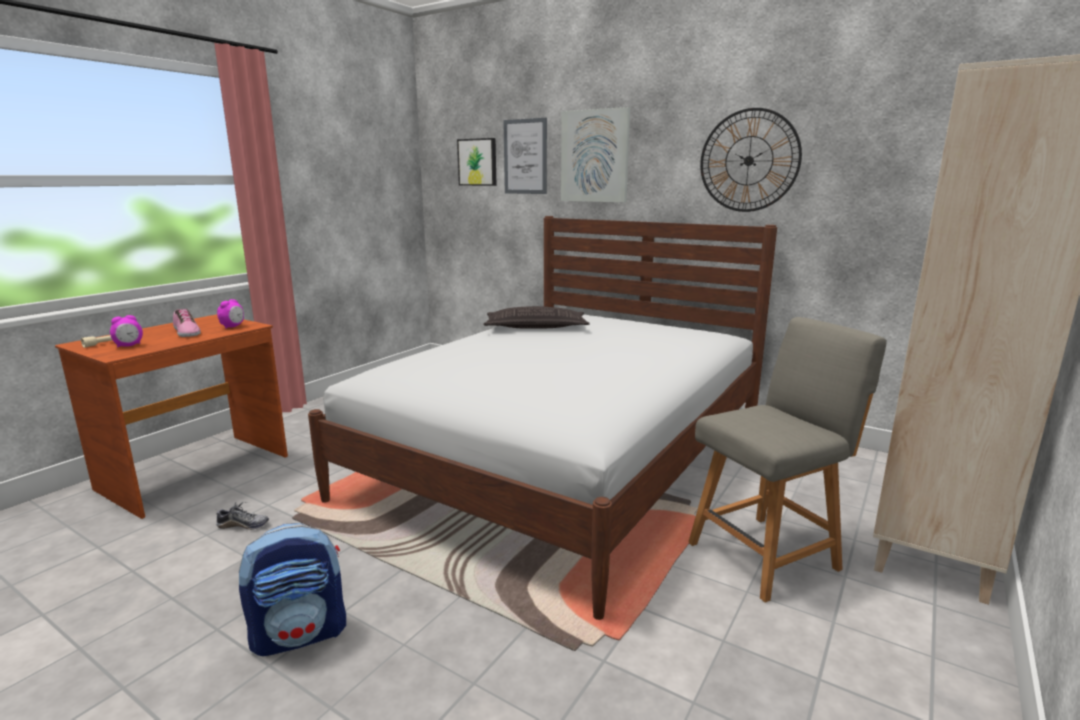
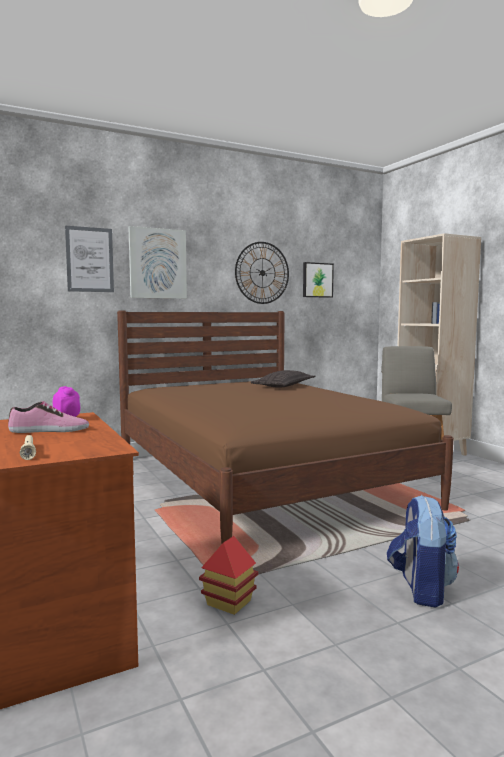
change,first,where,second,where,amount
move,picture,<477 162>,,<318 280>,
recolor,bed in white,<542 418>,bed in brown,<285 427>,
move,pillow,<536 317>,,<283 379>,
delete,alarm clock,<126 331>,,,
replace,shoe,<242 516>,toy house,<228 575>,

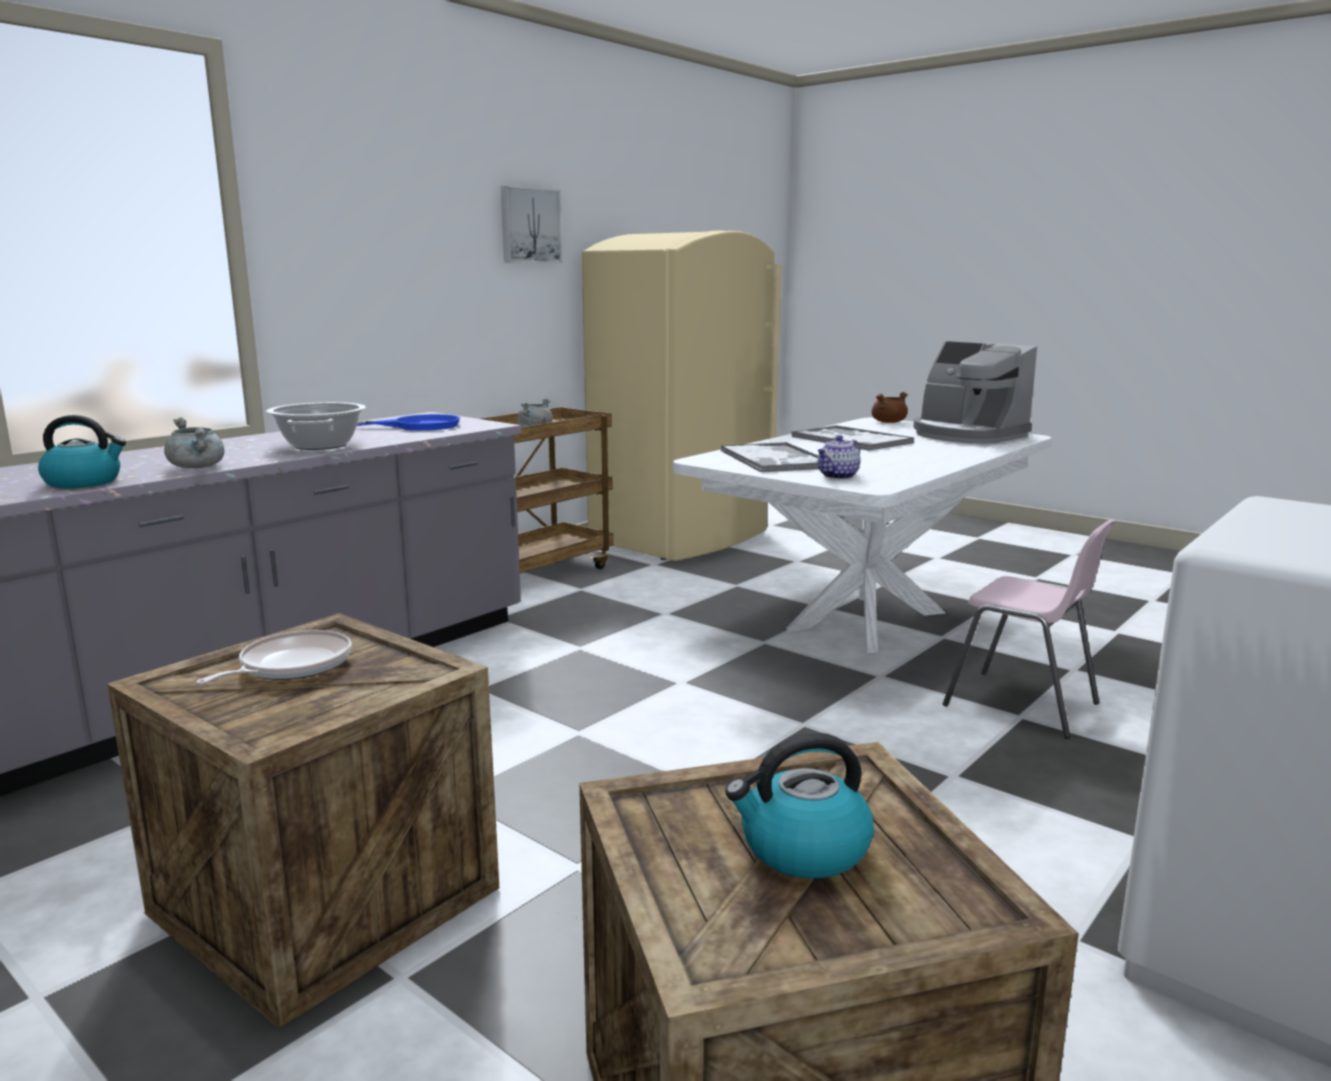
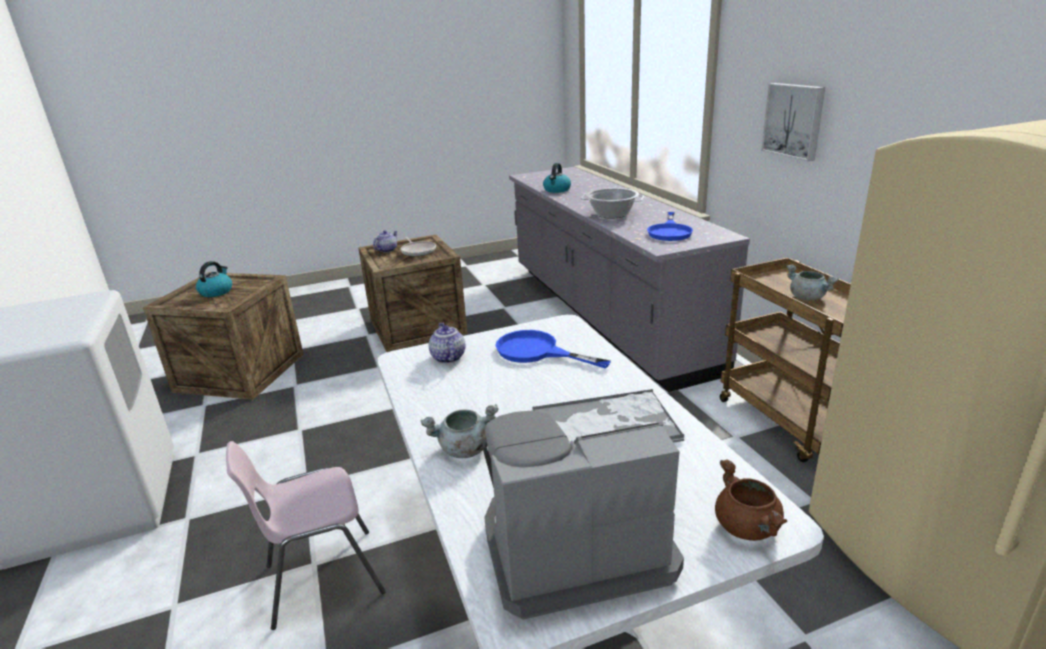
change,first,where,second,where,amount
move,picture,<531 224>,,<793 122>,
move,cooking pot in grey,<194 443>,,<460 431>,
replace,tray,<770 457>,frying pan in blue,<553 349>,
insert,,,teapot,<385 241>,

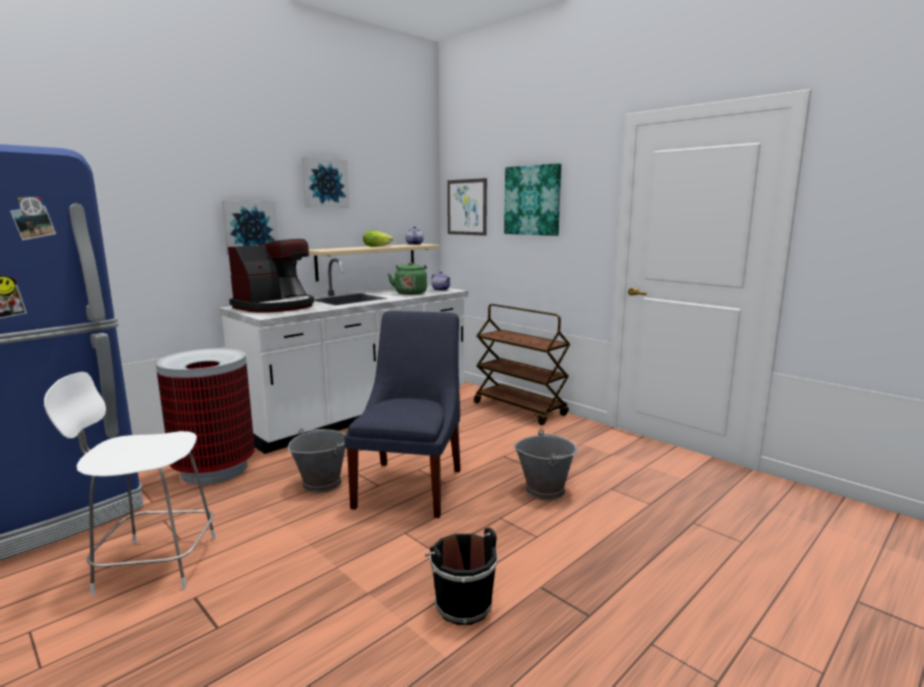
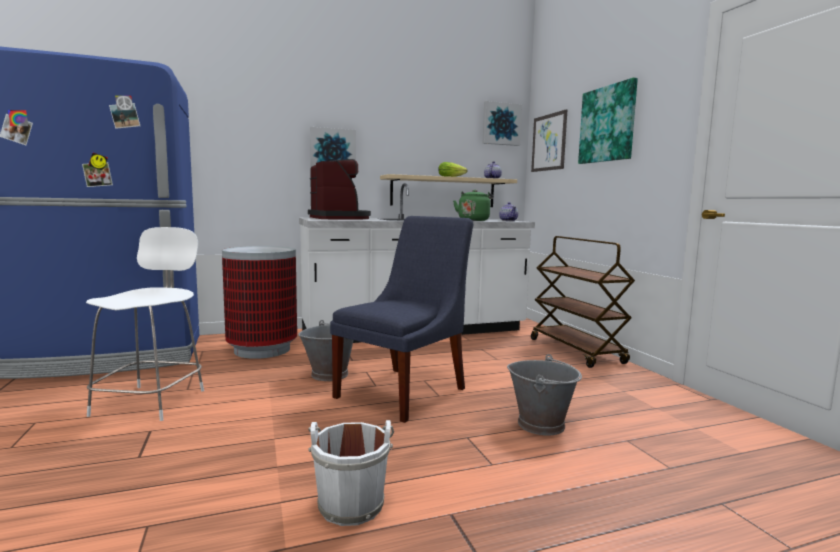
change,first,where,second,where,amount
move,picture,<325 182>,,<502 123>,
rotate,coffee machine,<271 276>,,<339 189>,90 degrees counterclockwise
rotate,chair in white,<130 483>,,<145 324>,75 degrees clockwise
recolor,bucket in black,<461 576>,bucket in white,<351 473>,

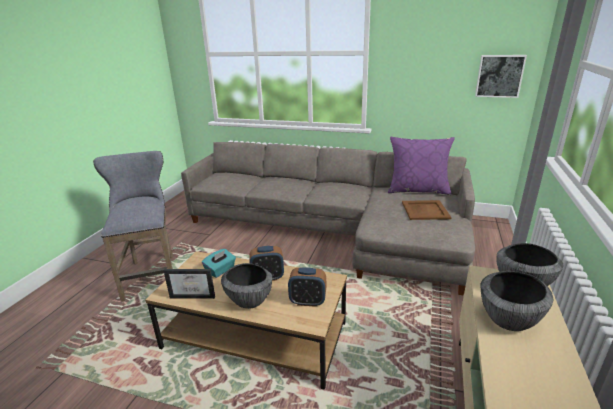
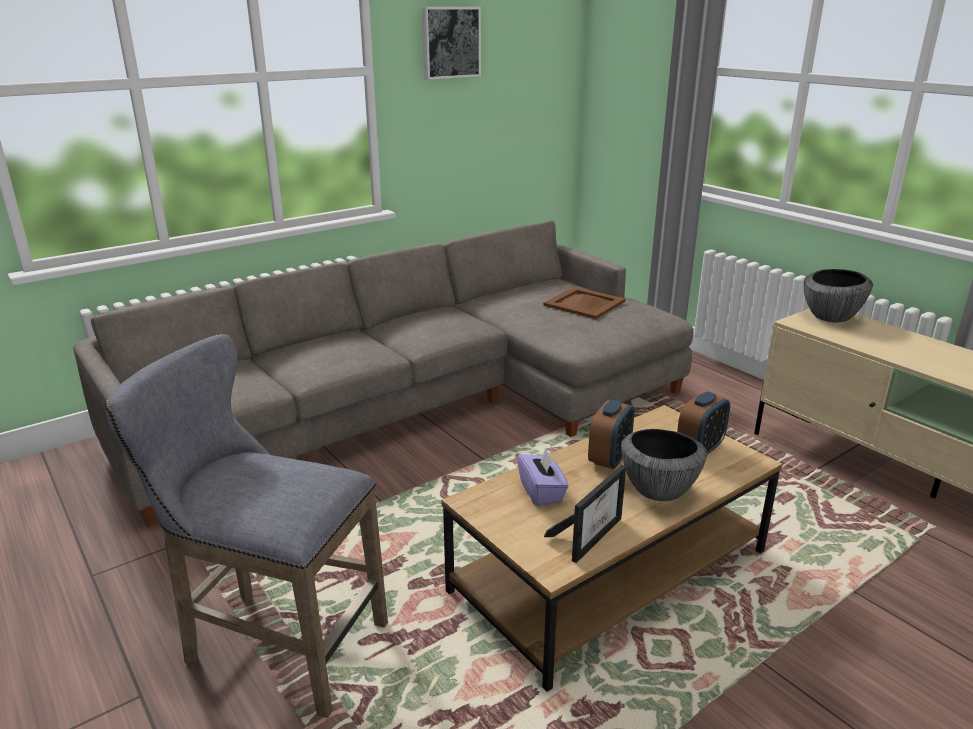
change,first,where,second,where,amount
move,picture,<501 76>,,<451 43>,
delete,pillow in purple,<421 166>,,,
recolor,tissue box in turquoise,<219 263>,tissue box in purple,<543 477>,
delete,bowl,<517 301>,,,

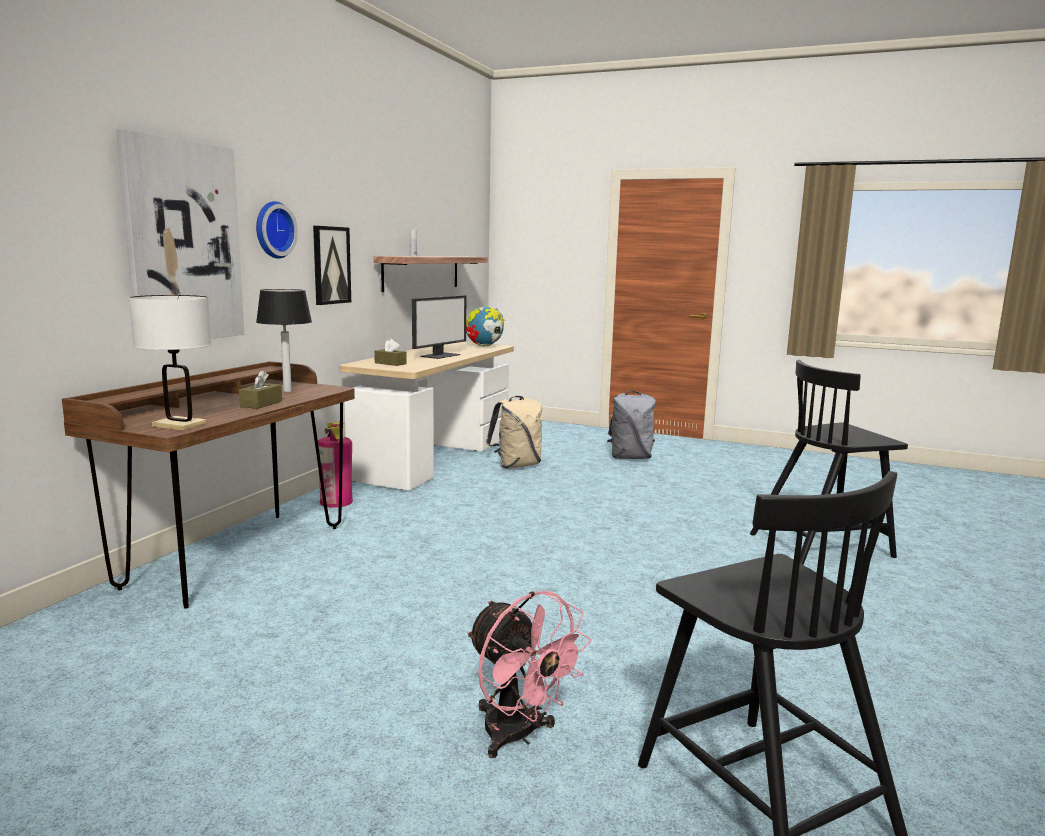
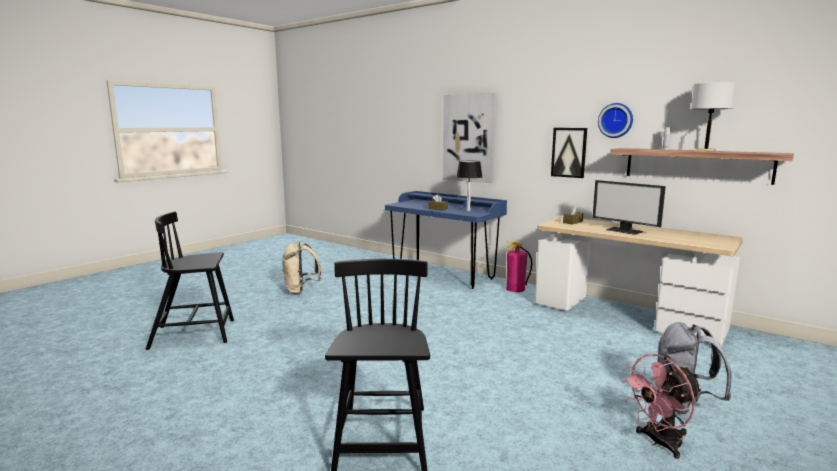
change,first,where,second,where,amount
move,wall clock,<277 230>,,<615 120>,
move,table lamp in white,<170 362>,,<713 117>,
delete,globe,<485 326>,,,
recolor,desk in brown,<208 485>,desk in blue,<446 240>,
move,backpack in beige,<514 432>,,<302 268>,
move,fan in pink,<529 674>,,<661 406>,

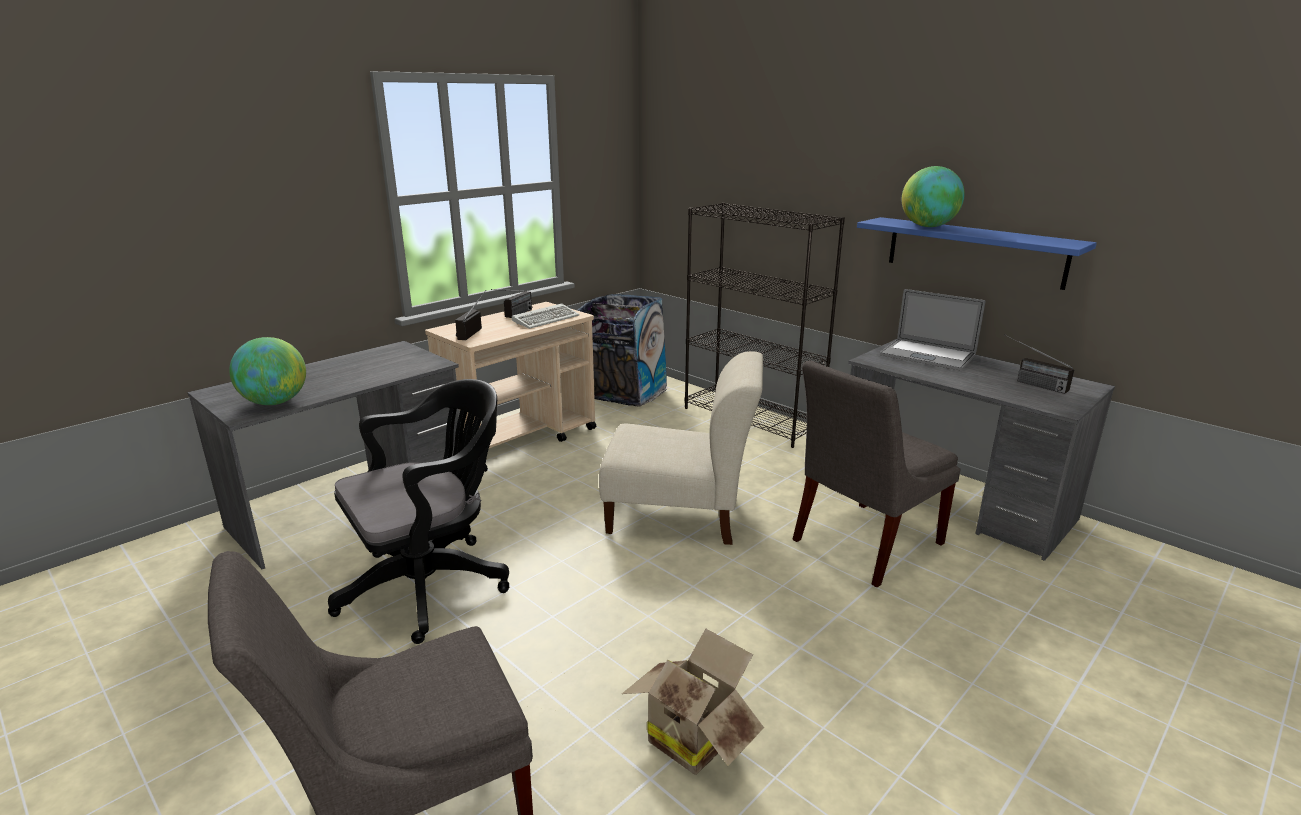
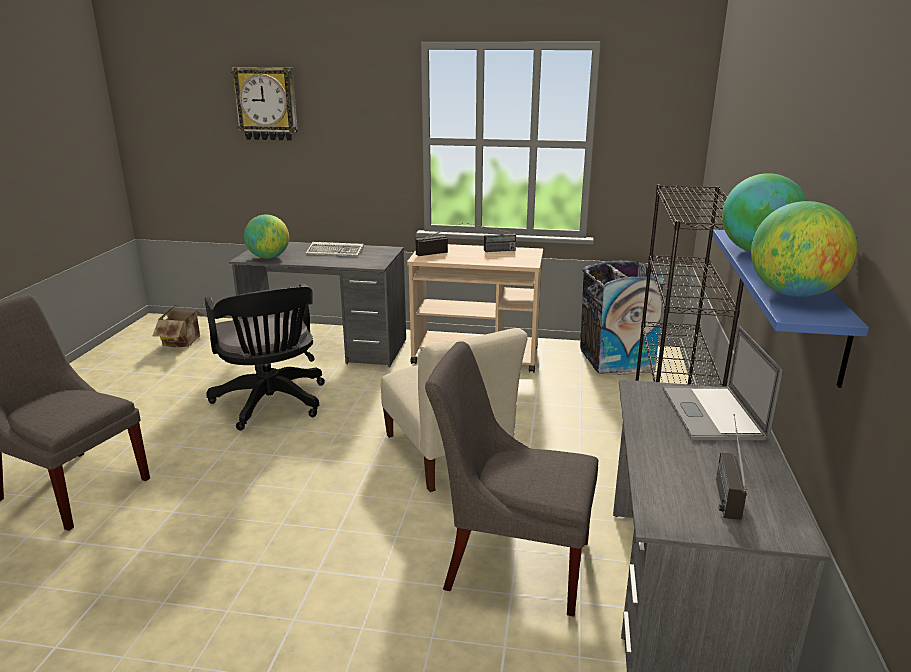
change,first,where,second,where,amount
move,keyboard,<545 316>,,<334 249>,
rotate,office chair in black,<418 511>,,<265 356>,45 degrees clockwise
move,cardboard box,<693 702>,,<179 324>,
insert,,,wall clock,<264 104>,
insert,,,globe,<804 249>,

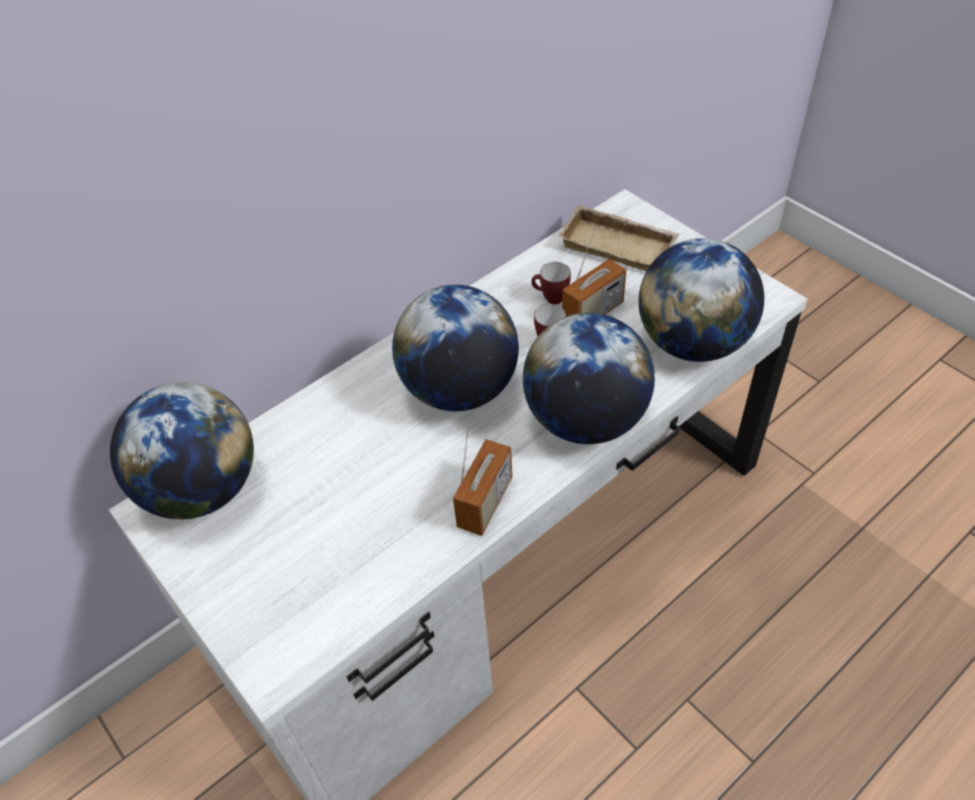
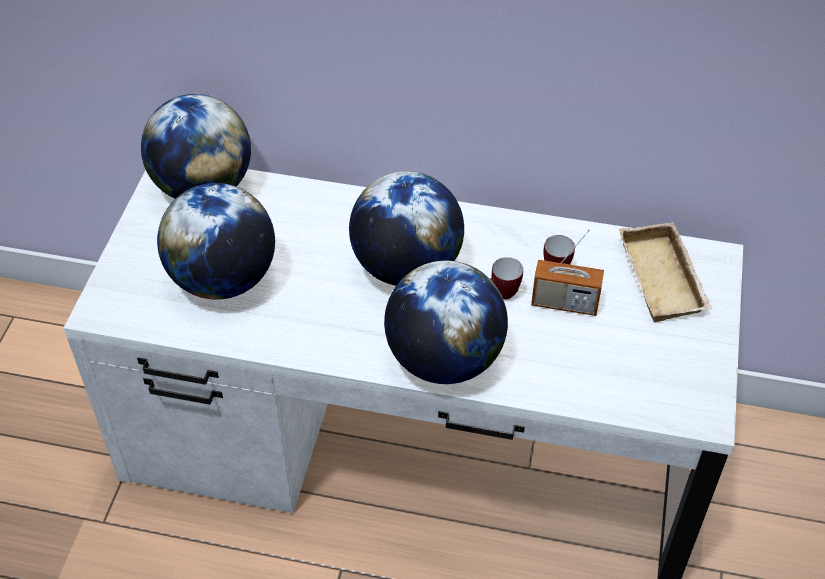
change,first,where,second,where,amount
move,globe,<701 300>,,<216 241>,
delete,radio,<482 477>,,,

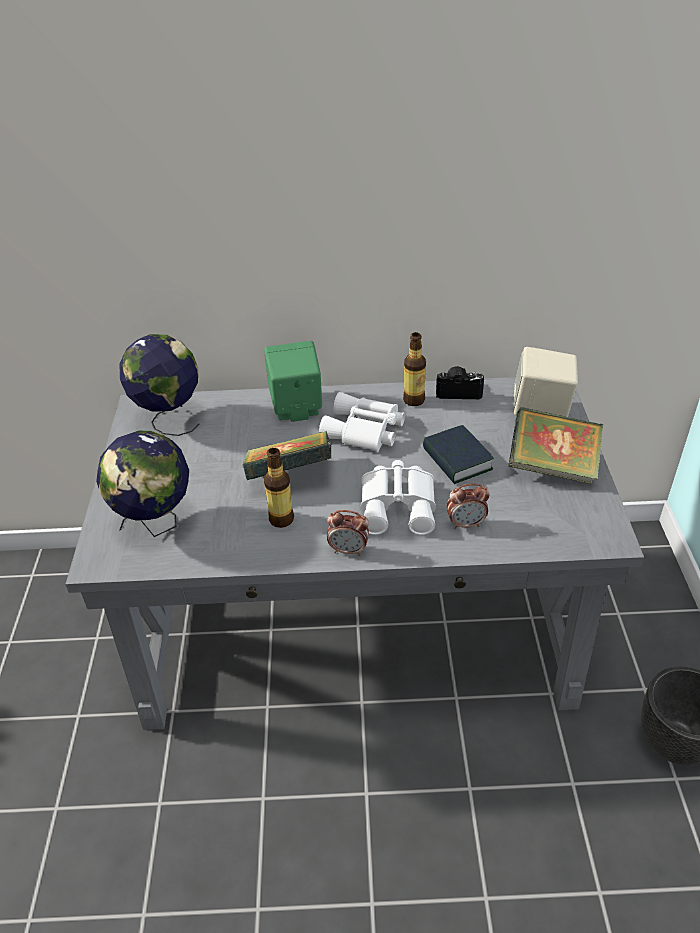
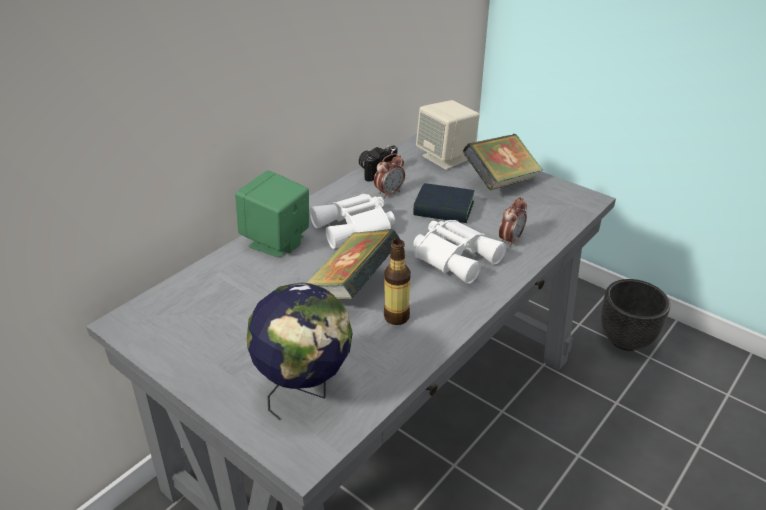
change,first,where,second,where,amount
delete,bottle,<414 369>,,,
delete,globe,<160 385>,,,
move,alarm clock,<348 533>,,<389 175>,

